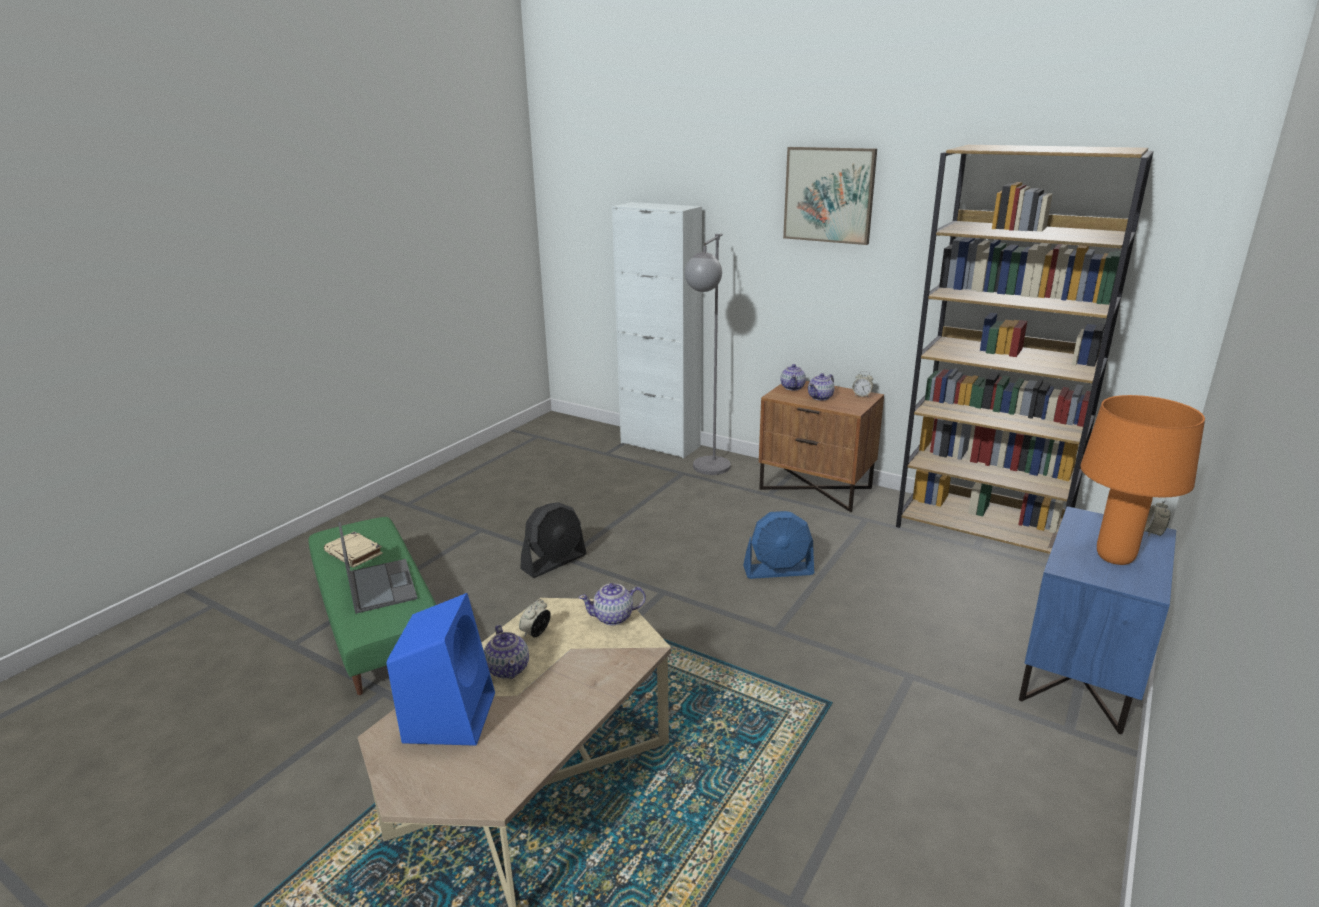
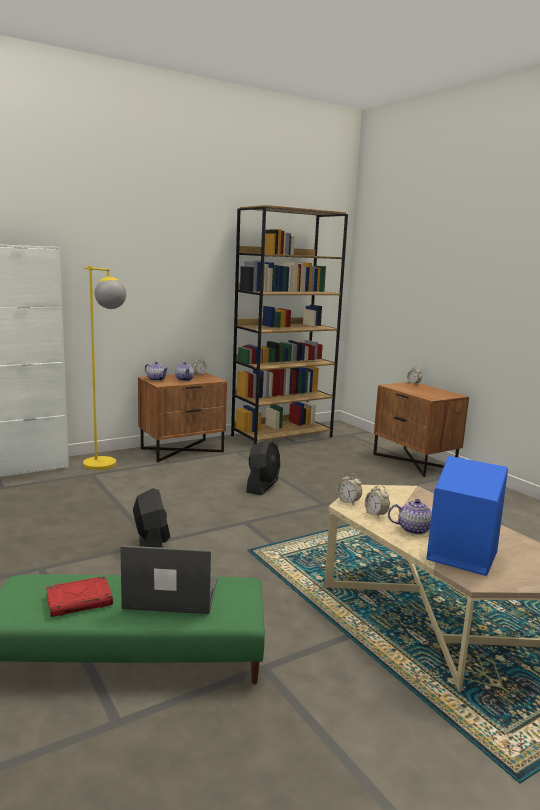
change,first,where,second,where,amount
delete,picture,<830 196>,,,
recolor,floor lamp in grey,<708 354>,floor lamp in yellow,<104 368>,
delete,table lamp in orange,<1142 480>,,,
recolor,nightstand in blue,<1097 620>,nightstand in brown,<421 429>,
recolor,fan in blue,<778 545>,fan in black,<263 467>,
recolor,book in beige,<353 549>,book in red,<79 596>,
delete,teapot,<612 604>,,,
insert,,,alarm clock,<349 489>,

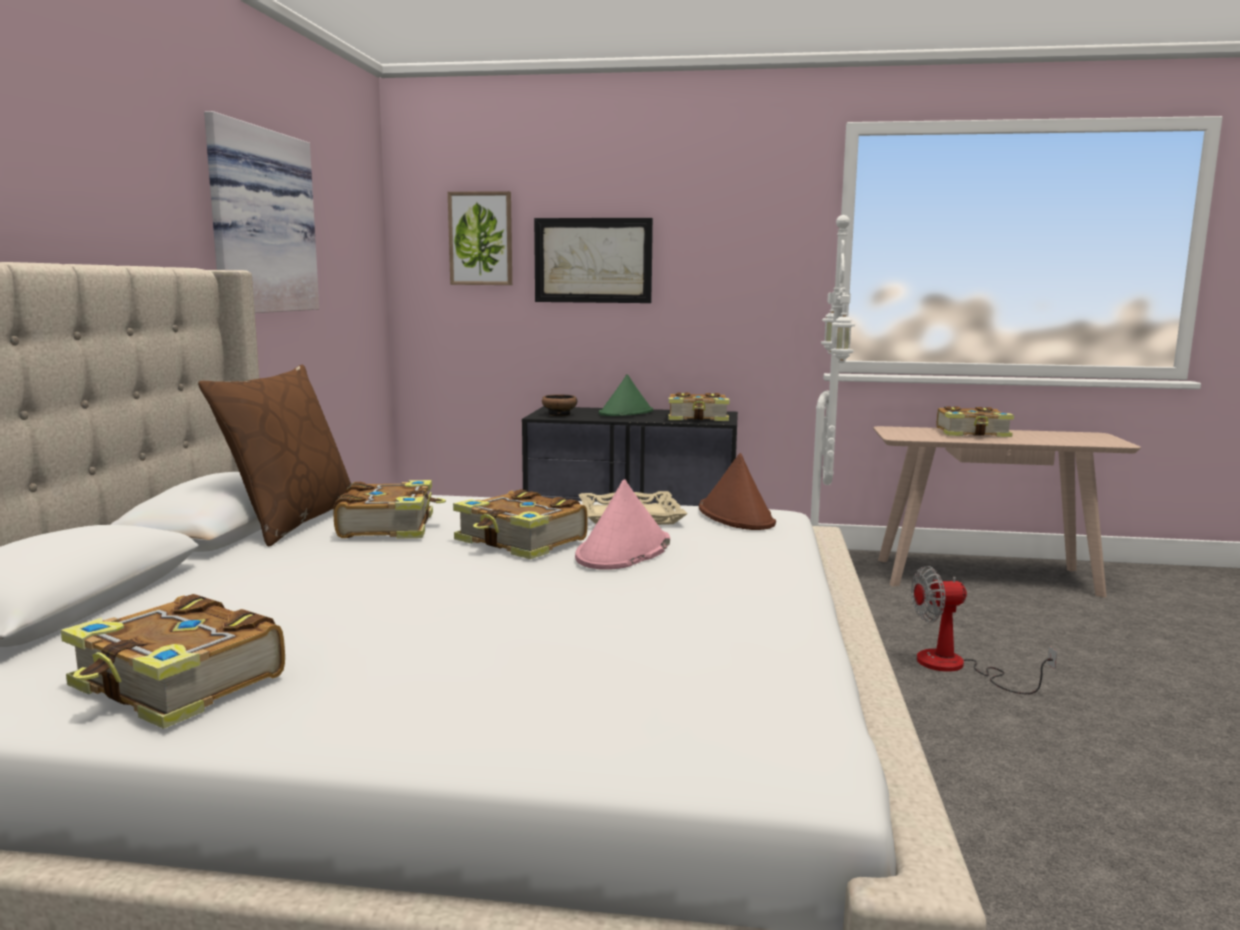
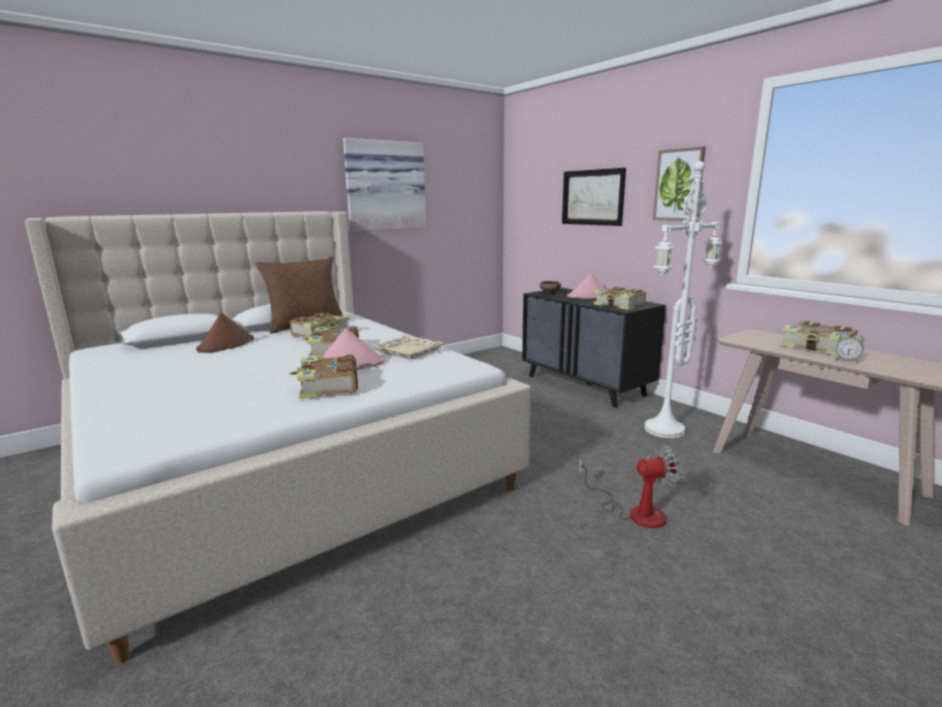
change,first,where,second,where,amount
move,picture,<480 238>,,<679 183>,
recolor,hat in green,<626 395>,hat in pink,<586 285>,
move,hat in brown,<737 491>,,<225 333>,
rotate,fan,<984 630>,,<630 486>,135 degrees clockwise
move,book,<173 661>,,<323 377>,
insert,,,alarm clock,<849 348>,

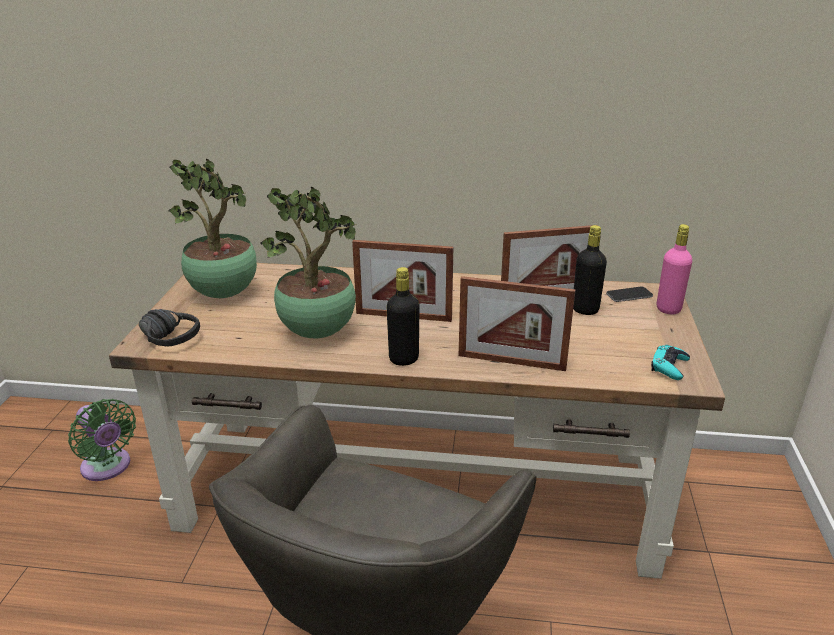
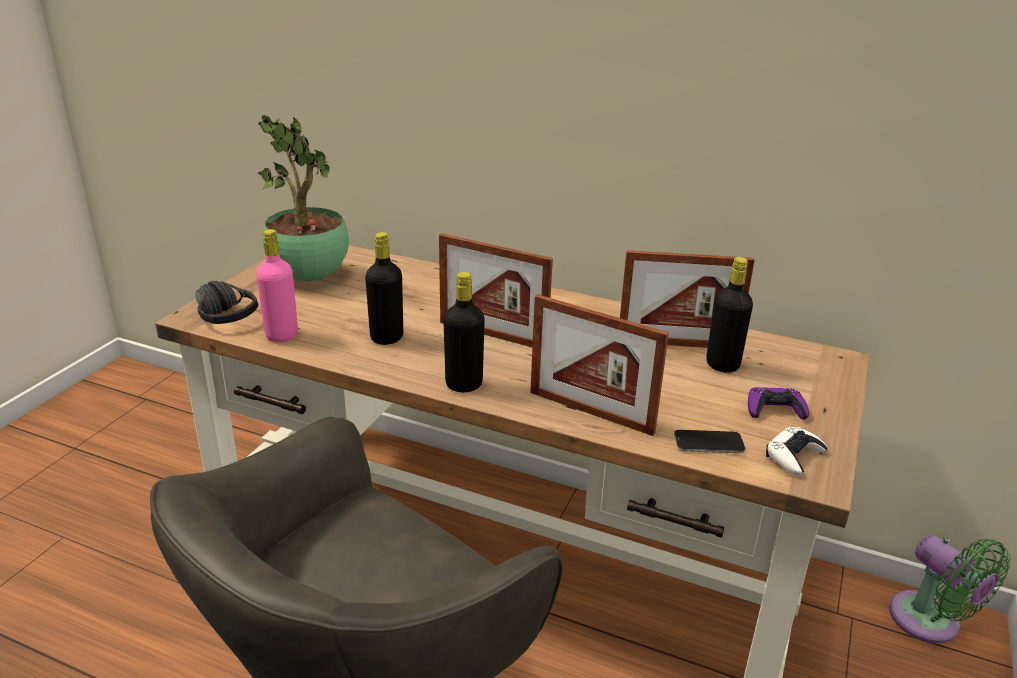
change,first,where,second,where,amount
replace,potted plant,<309 262>,bottle in black,<384 288>,
move,bottle in pink,<674 269>,,<277 285>,
move,phone,<629 294>,,<709 441>,
recolor,game controller in turquoise,<670 362>,game controller in white,<796 451>,
move,fan in green,<102 440>,,<949 589>,
insert,,,game controller in purple,<778 403>,

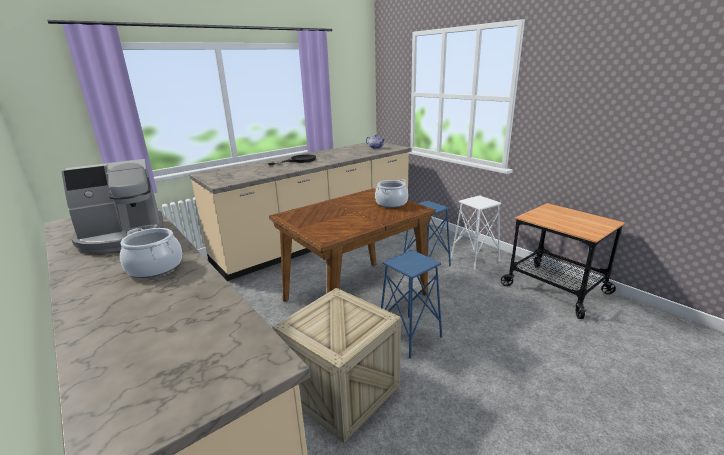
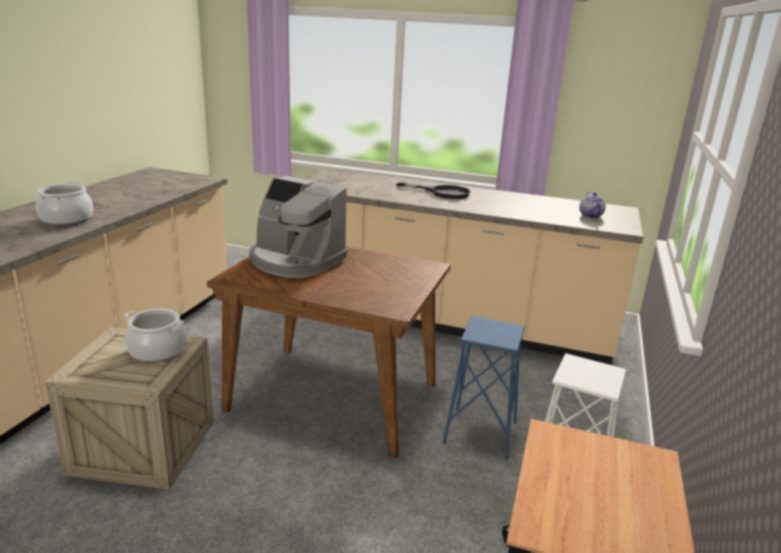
change,first,where,second,where,amount
move,coffee machine,<113 206>,,<298 227>,
move,cooking pot,<391 193>,,<155 335>,
delete,stool in blue,<411 304>,,,

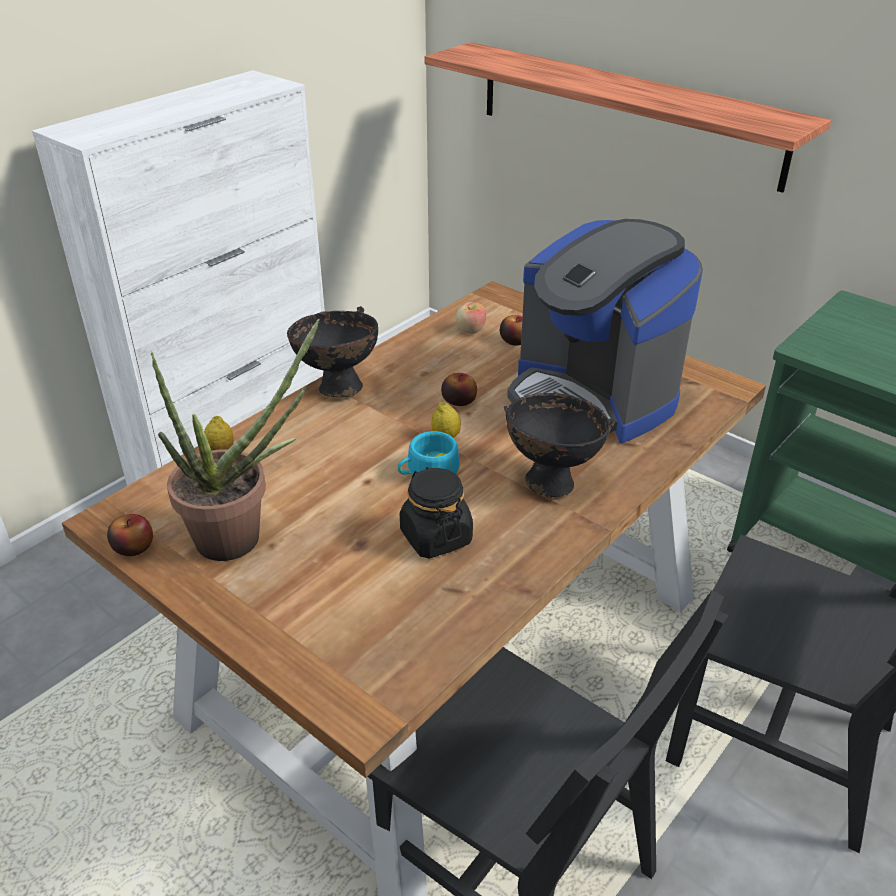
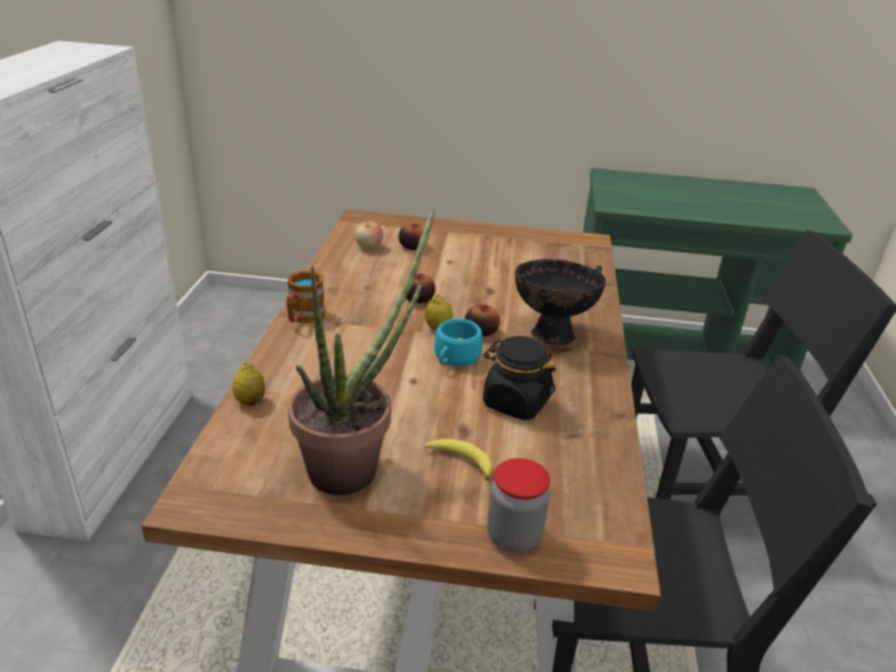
change,first,where,second,where,amount
delete,shelf,<627 117>,,,
delete,coffee machine,<605 331>,,,
replace,bowl in black,<332 352>,mug,<306 297>,
move,apple,<130 535>,,<482 320>,
insert,,,banana,<458 460>,
insert,,,jar,<518 505>,

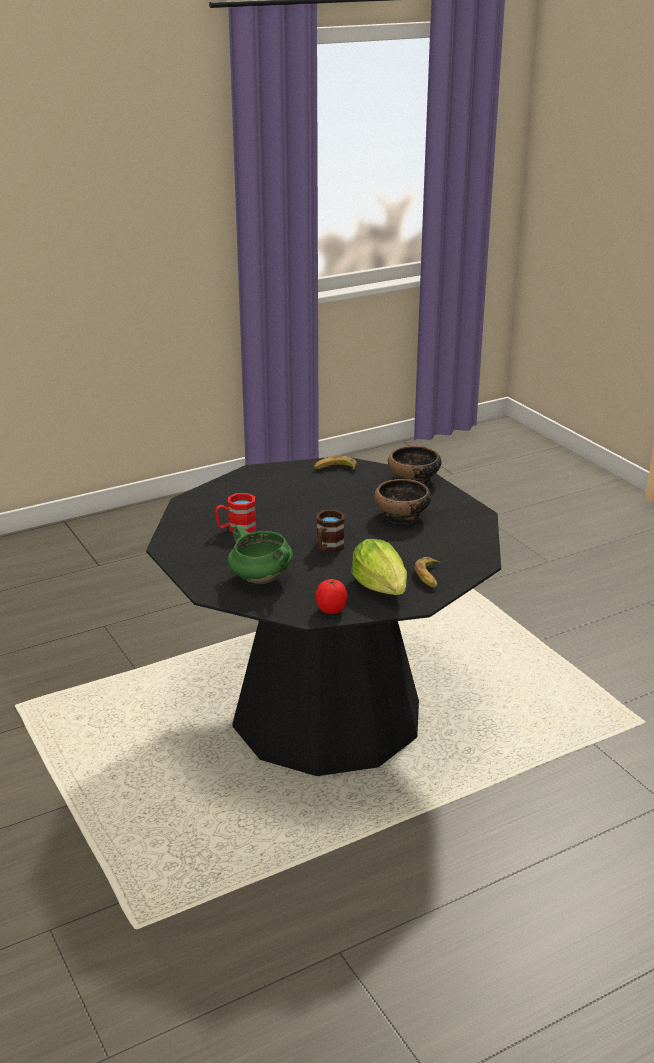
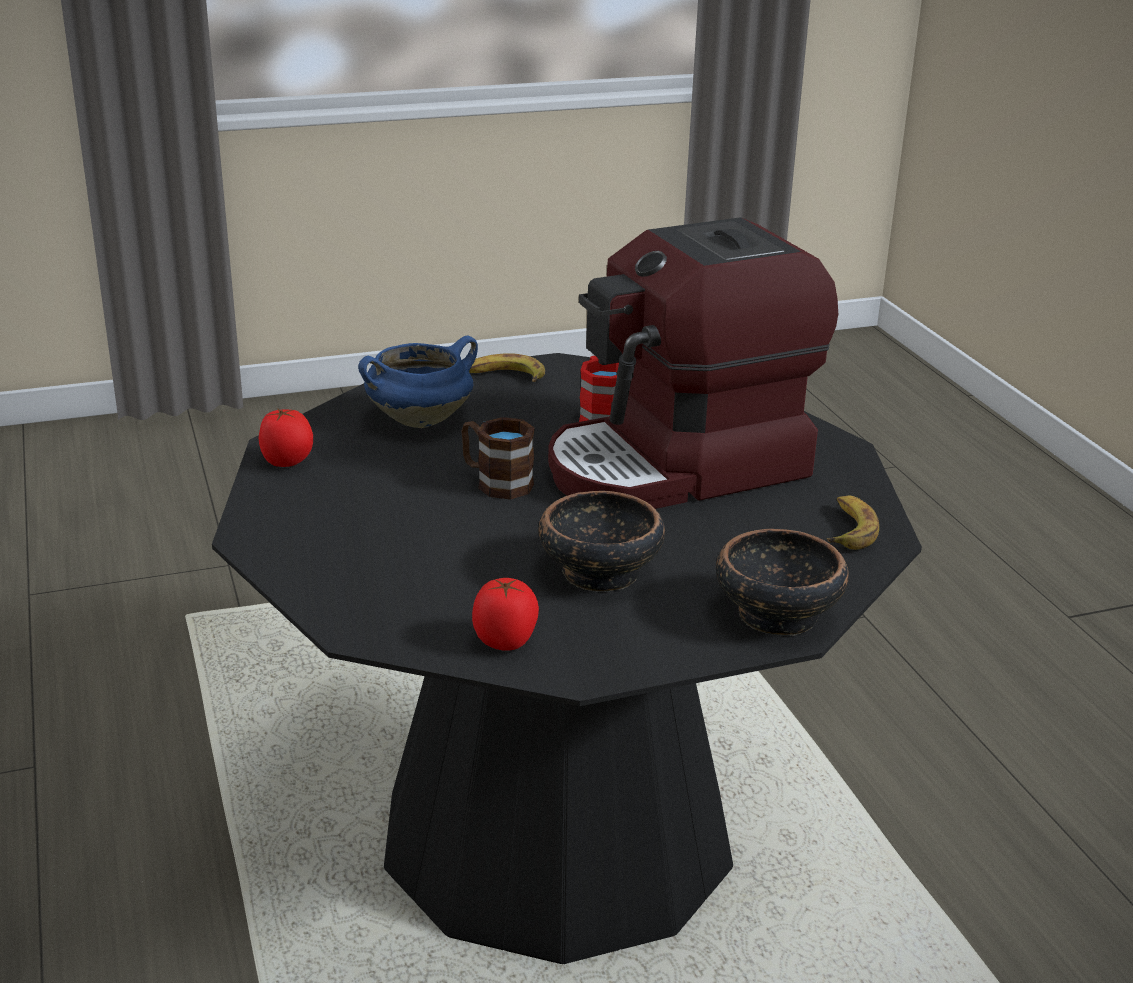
change,first,where,second,where,amount
recolor,cooking pot in green,<260 554>,cooking pot in blue,<418 382>,
delete,lettuce,<379 567>,,,
move,banana,<428 572>,,<507 367>,
insert,,,coffee machine,<693 363>,
insert,,,tomato,<505 614>,

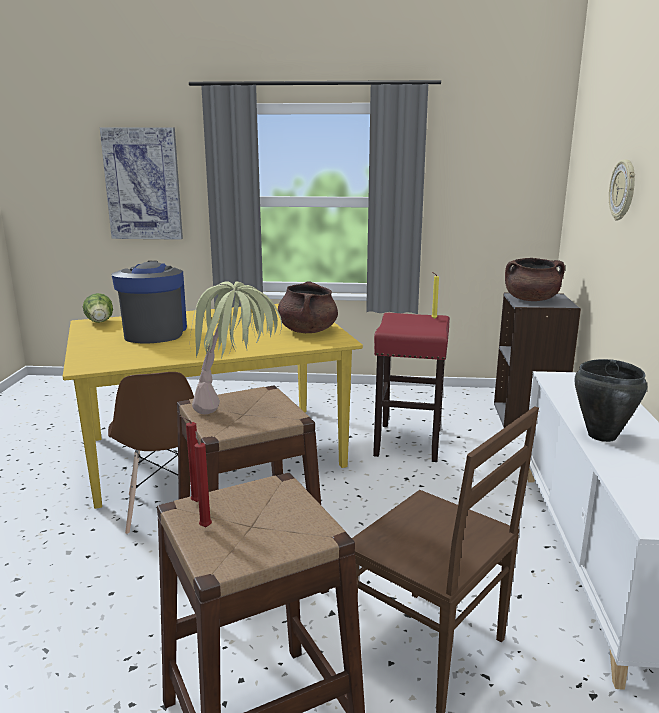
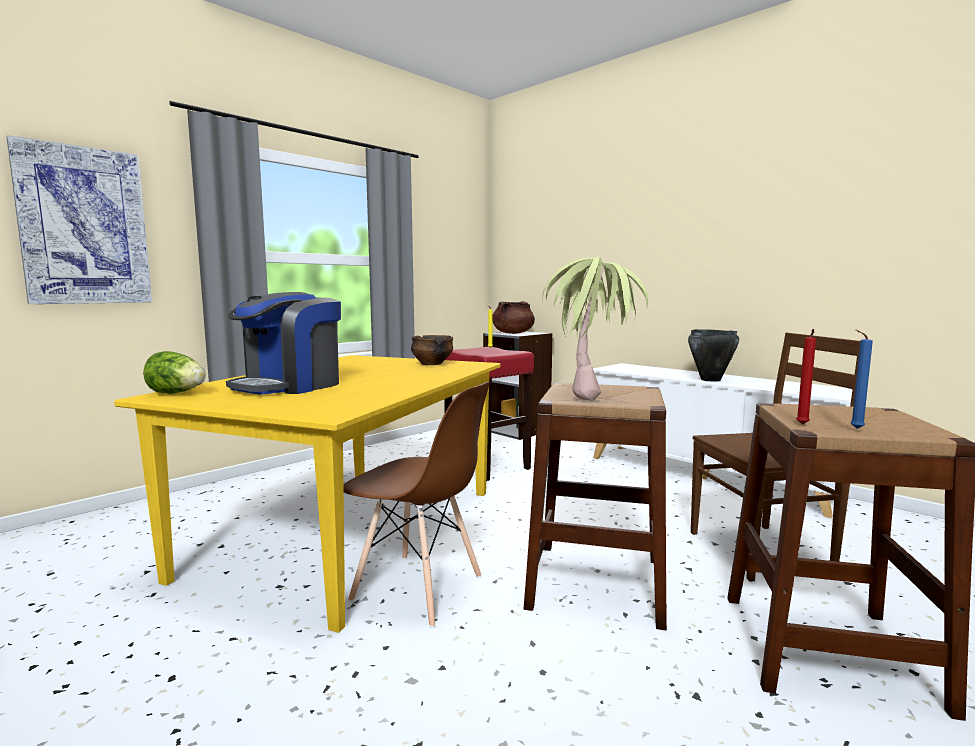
change,first,where,second,where,amount
delete,wall clock,<622 190>,,,
rotate,coffee machine,<149 302>,,<283 343>,90 degrees counterclockwise
replace,cooking pot in brown,<308 307>,bowl,<432 350>,
recolor,candle in red,<203 479>,candle in blue,<861 379>,

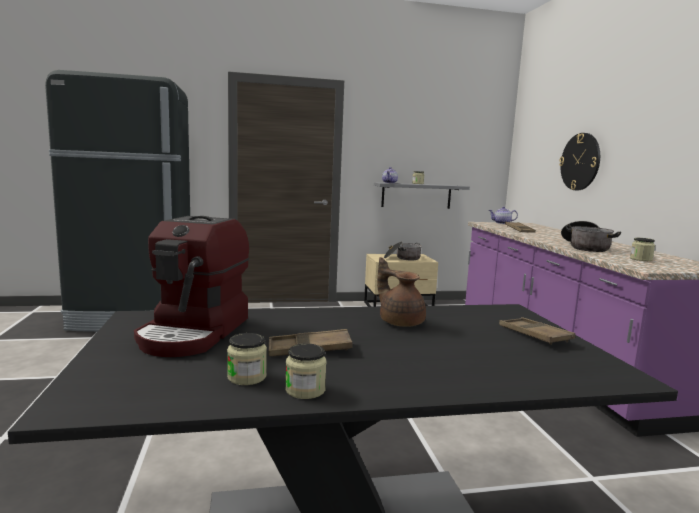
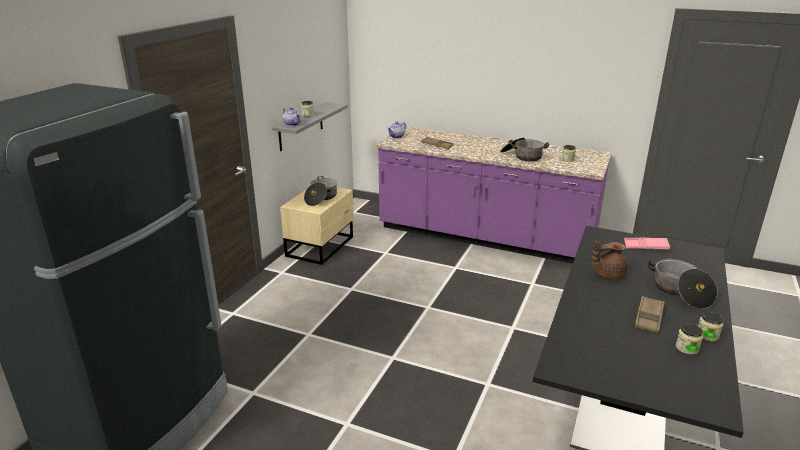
change,first,where,second,where,amount
delete,wall clock,<579 161>,,,
delete,coffee machine,<191 286>,,,
recolor,tray in brown,<537 331>,tray in pink,<647 244>,
insert,,,cooking pot,<682 284>,

